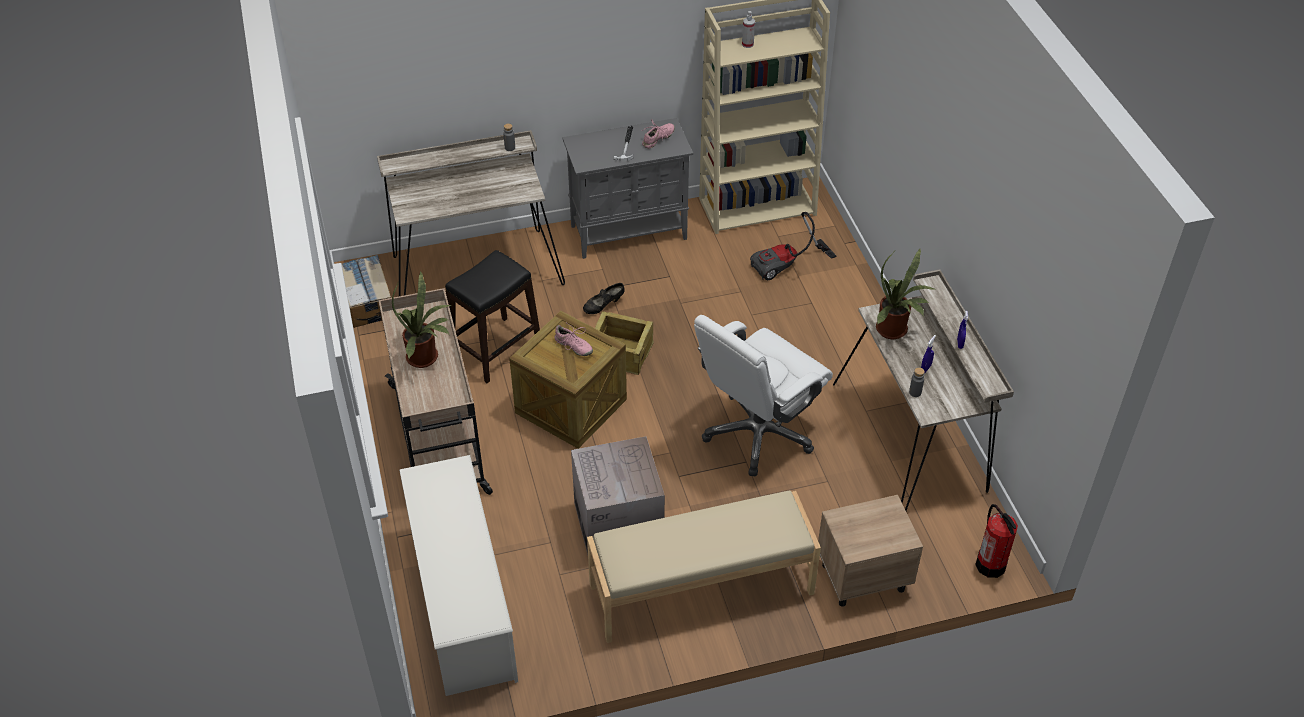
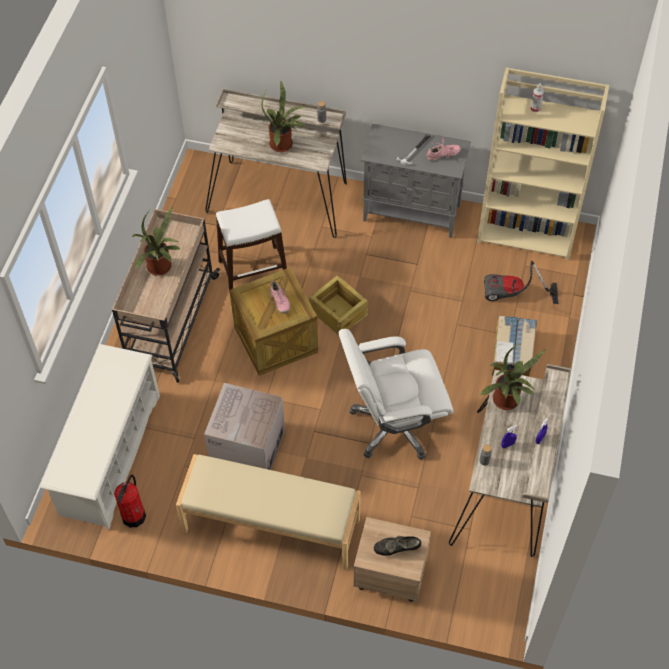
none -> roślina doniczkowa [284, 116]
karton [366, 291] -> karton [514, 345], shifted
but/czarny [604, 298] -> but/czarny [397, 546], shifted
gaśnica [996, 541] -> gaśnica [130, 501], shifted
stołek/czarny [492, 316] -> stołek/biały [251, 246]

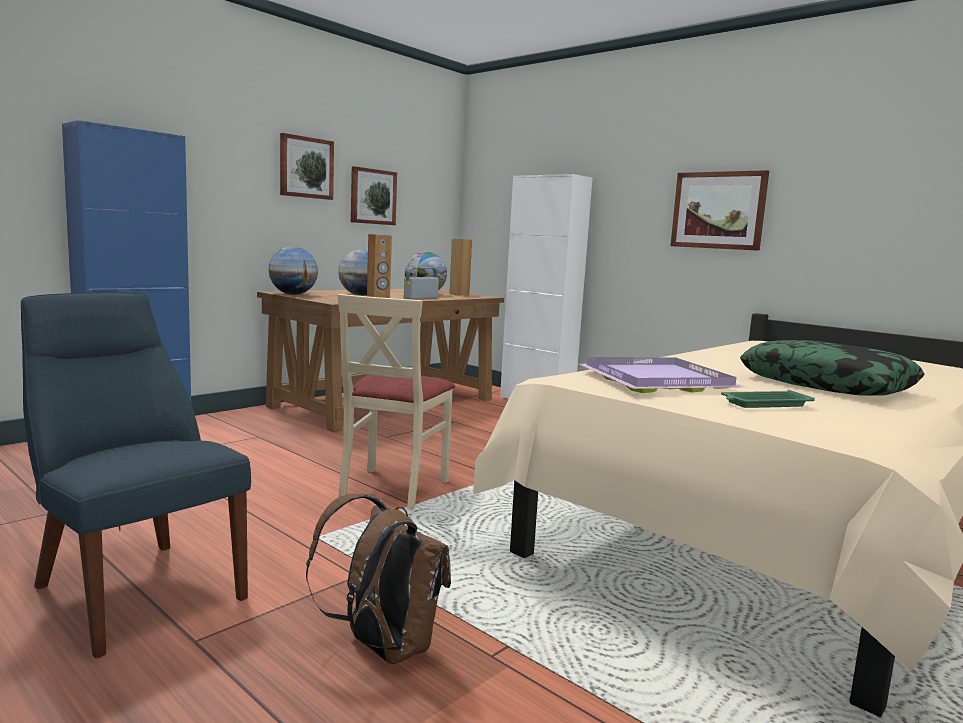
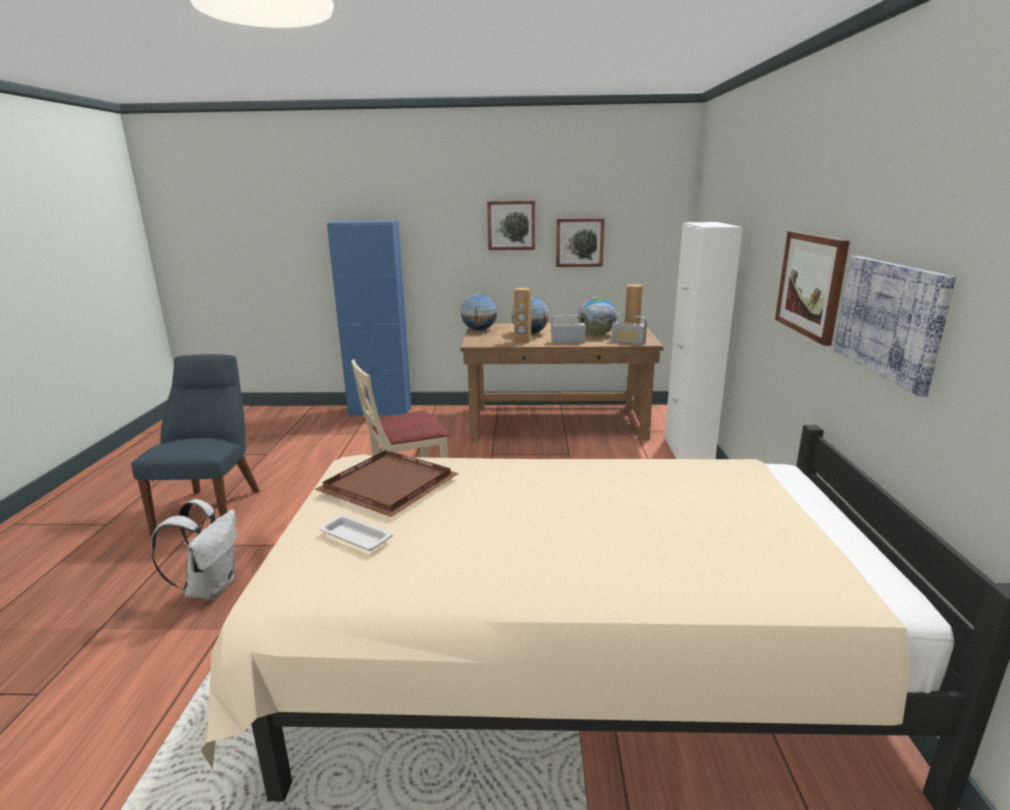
poduszka [832, 367] -> none
none -> radio [629, 329]
none -> obraz [895, 326]
plecak/brązowy [378, 578] -> plecak/biały [194, 549]
taca/fioletowy [662, 375] -> taca/brązowy [387, 483]
taca/zielony [768, 399] -> taca/biały [356, 533]

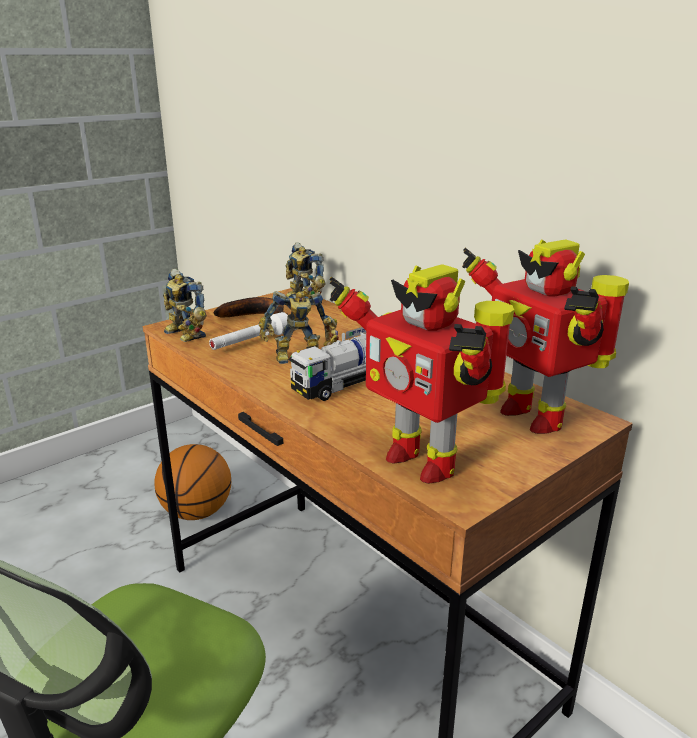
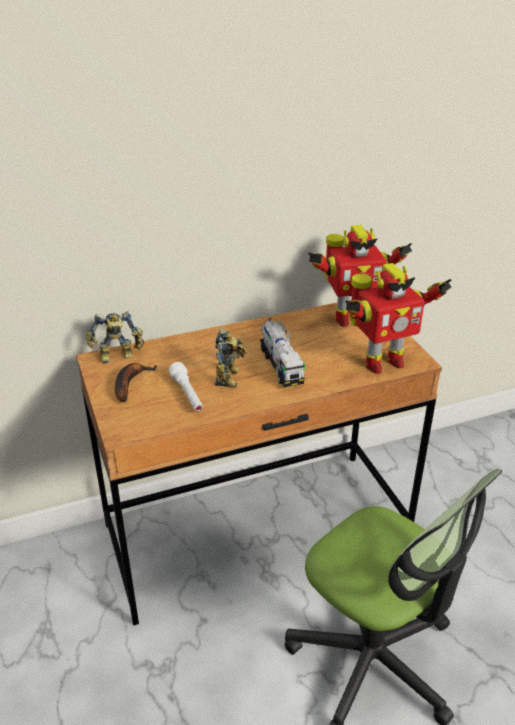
piłka do koszykówki [192, 482] -> none
robot zabawkowy [185, 305] -> none

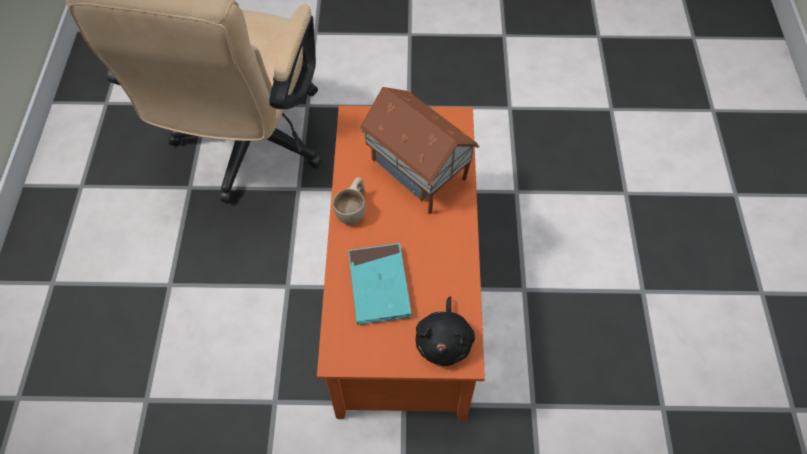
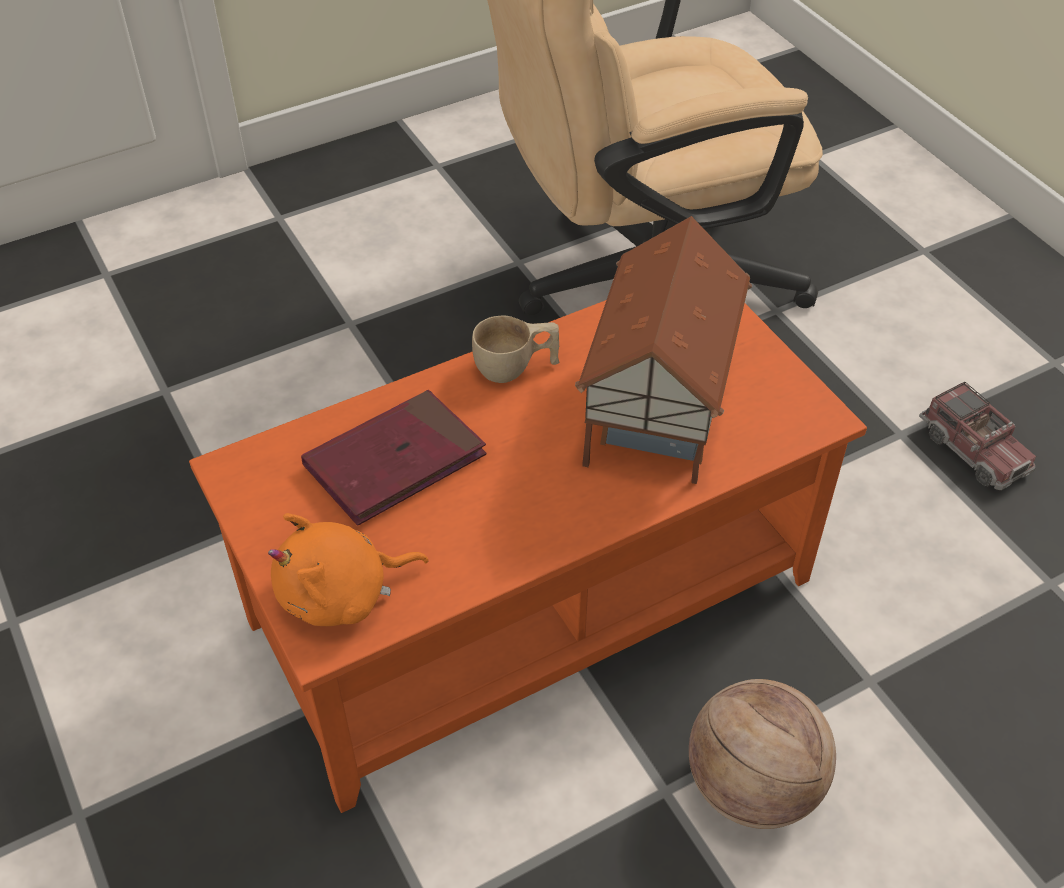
none -> piłka do koszykówki [762, 754]
none -> ciężarówka zabawkowa [977, 436]
książka/turkusowy [380, 284] -> książka/czerwony [393, 457]
pluszak/czarny [445, 331] -> pluszak/pomarańczowy [348, 569]

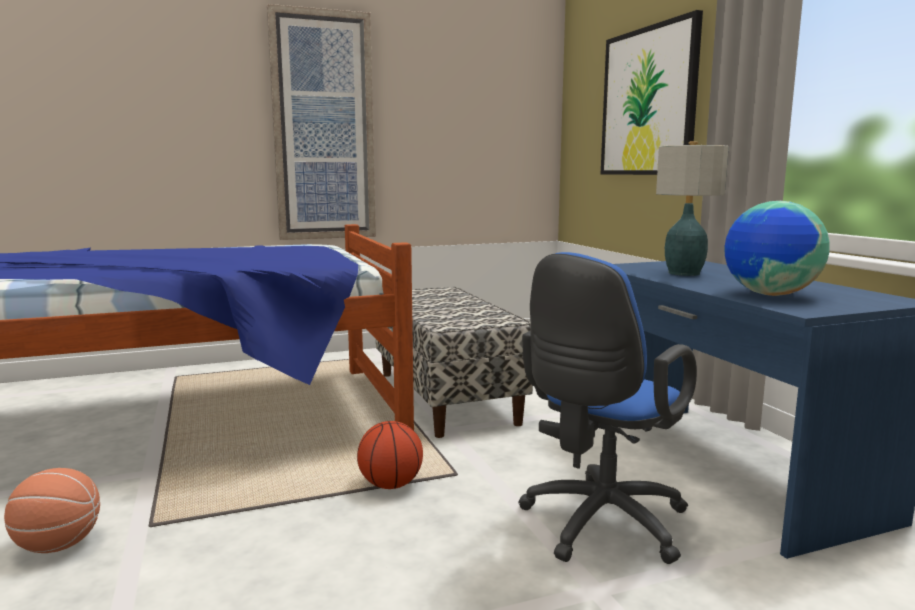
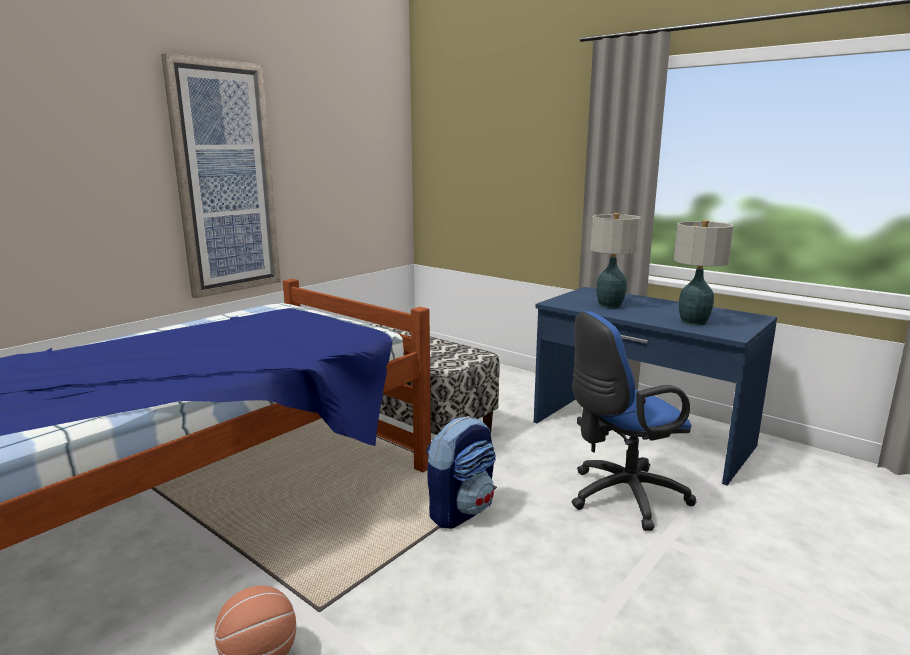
obraz [652, 92] -> none
piłka do koszykówki [390, 455] -> plecak [461, 472]
globus [777, 248] -> lampa stołowa [703, 273]
krzesło biurowe/niebieski [607, 408] -> krzesło biurowe/niebieski [634, 421], 60 degrees clockwise

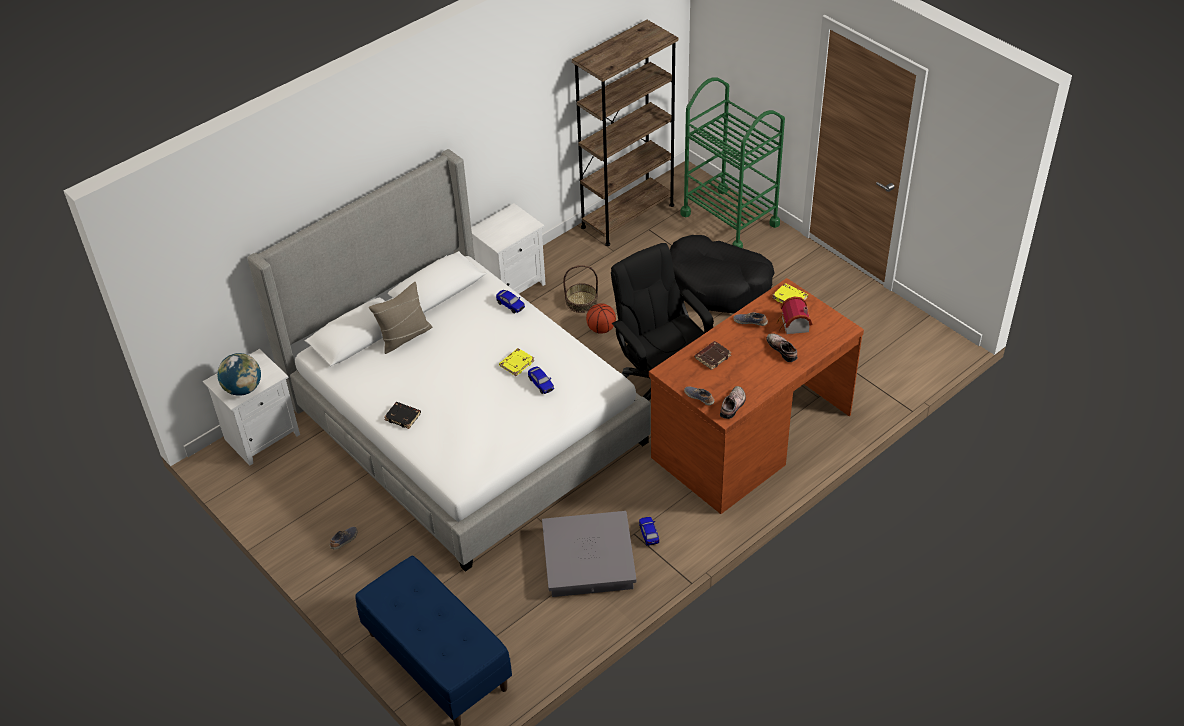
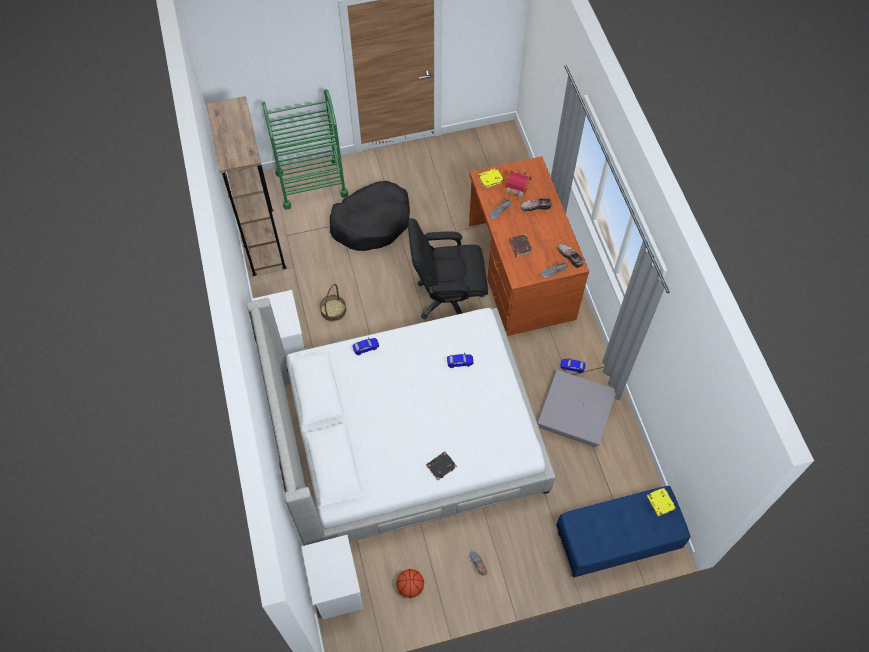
globus [239, 374] -> none
poduszka/beżowy [400, 318] -> none
książka/żółty [517, 362] -> książka/żółty [661, 502], shifted
piłka do koszykówki [601, 318] -> piłka do koszykówki [410, 583], shifted

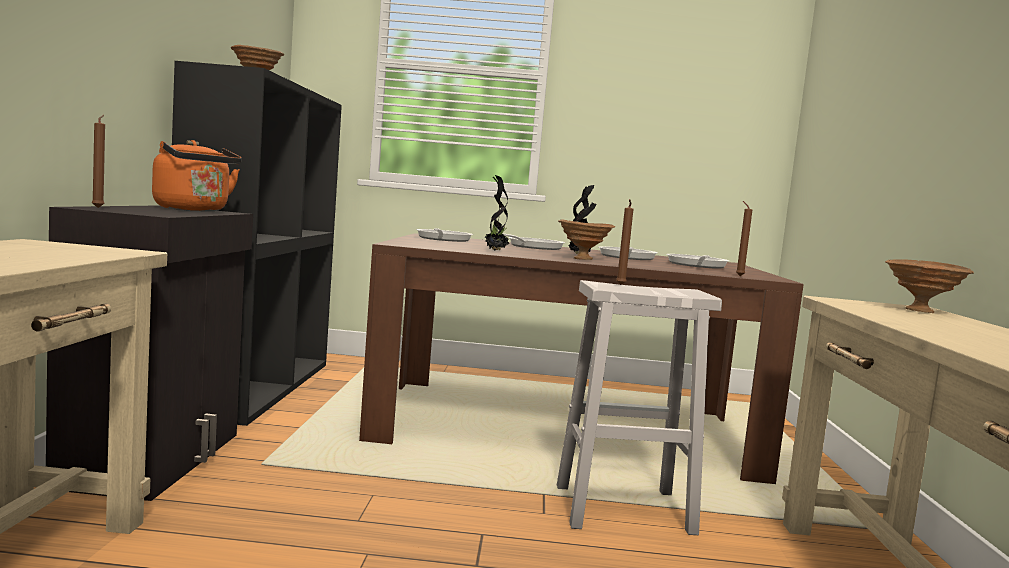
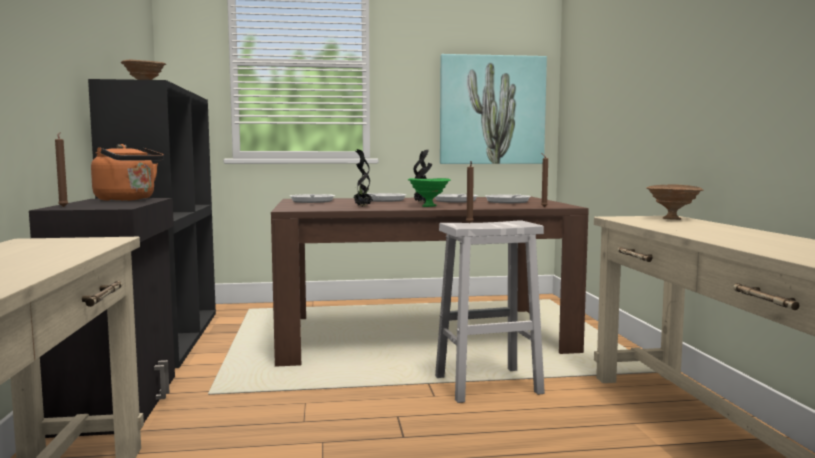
none -> obraz [493, 109]
miska/brązowy [586, 239] -> miska/zielony [429, 192]

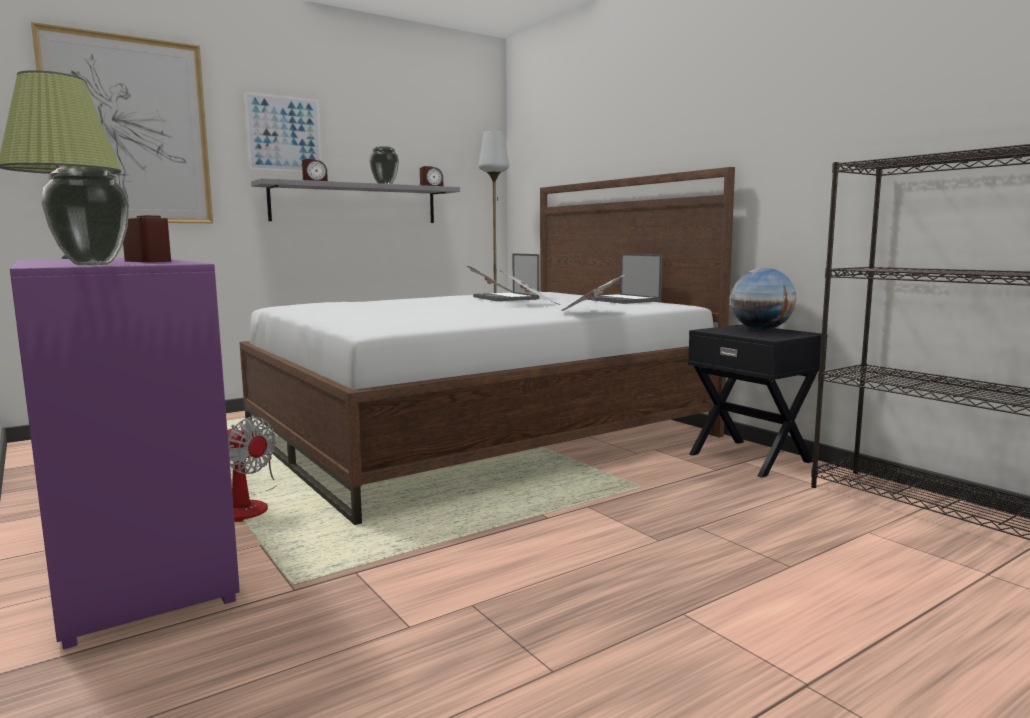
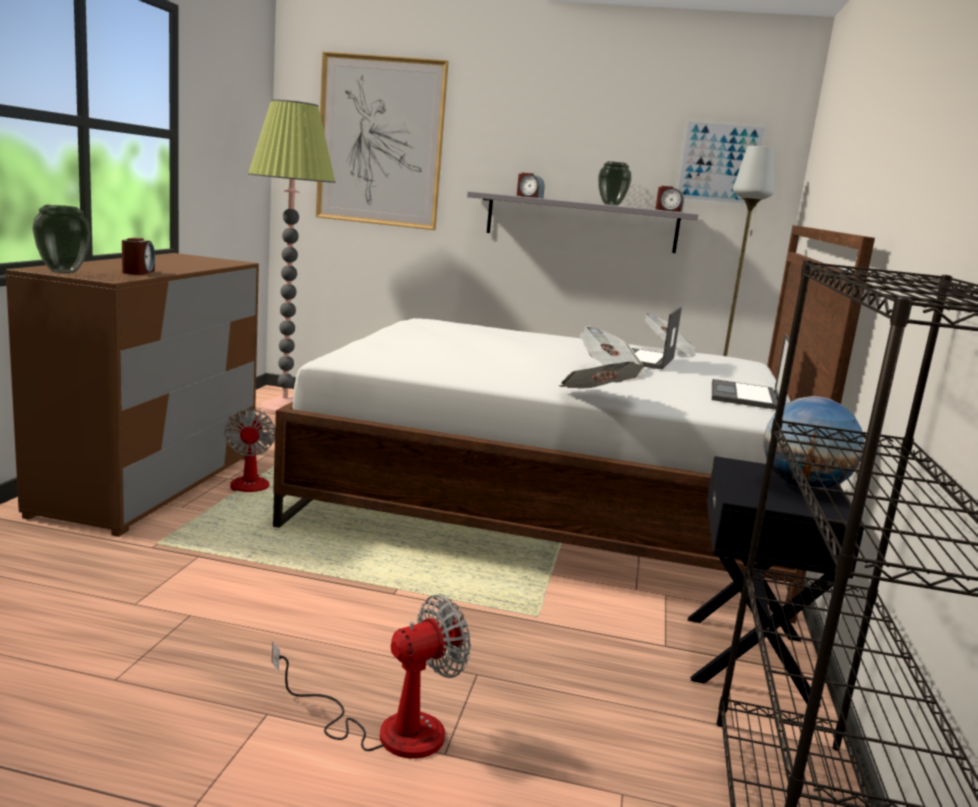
none -> wentylator [371, 677]
obraz [283, 132] -> obraz [722, 163], shifted
komoda/fioletowy [125, 453] -> komoda/brązowy [132, 395]

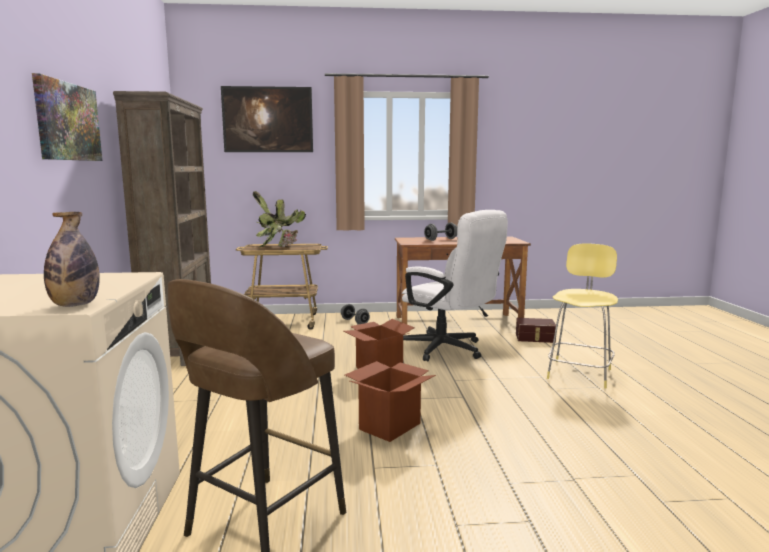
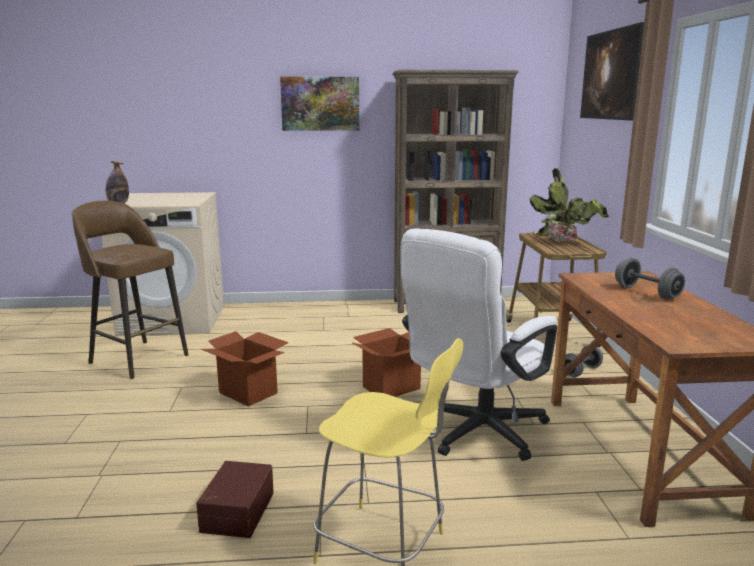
pojemnik do przechowywania/brązowy [536, 330] -> pojemnik do przechowywania/brązowy [235, 499], shifted

